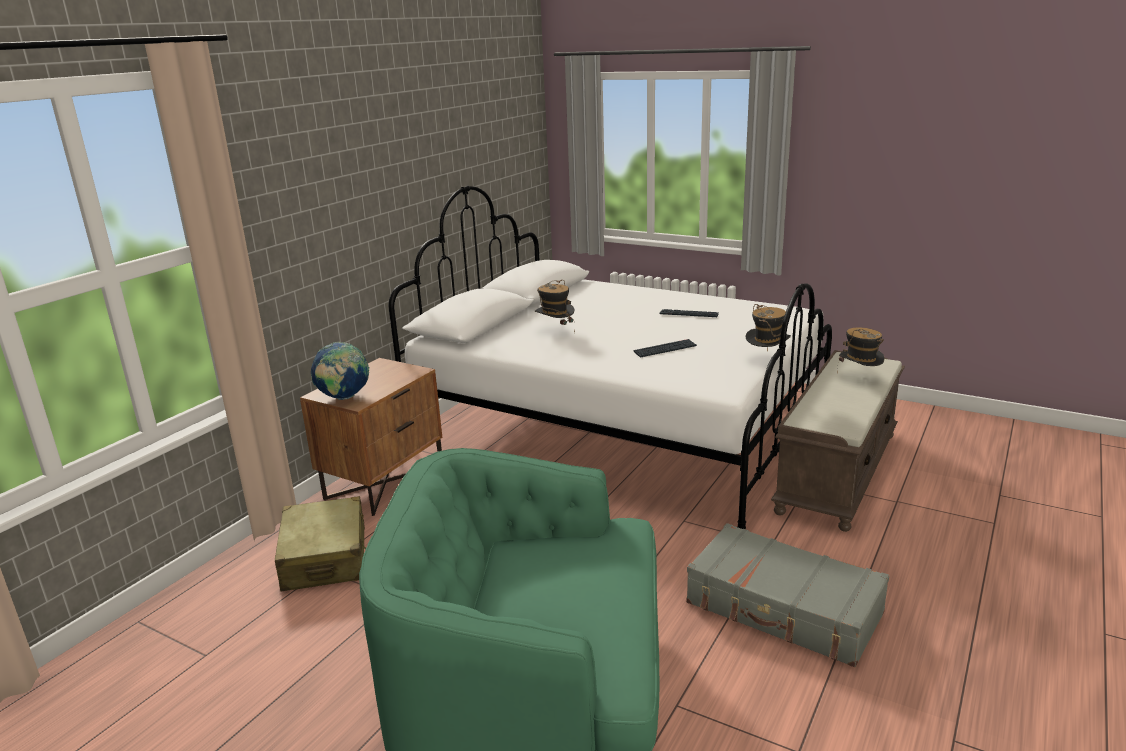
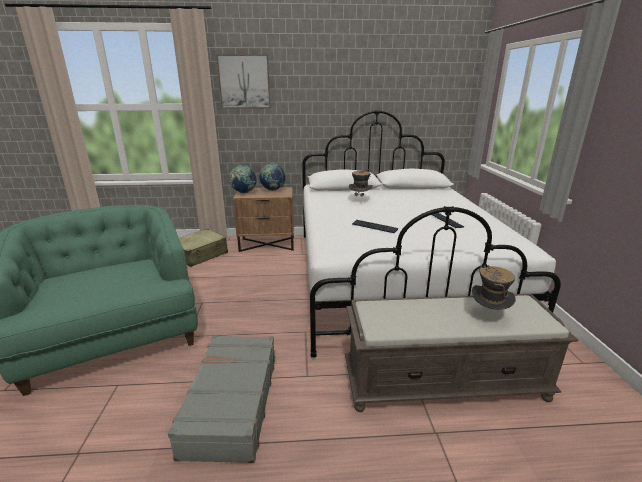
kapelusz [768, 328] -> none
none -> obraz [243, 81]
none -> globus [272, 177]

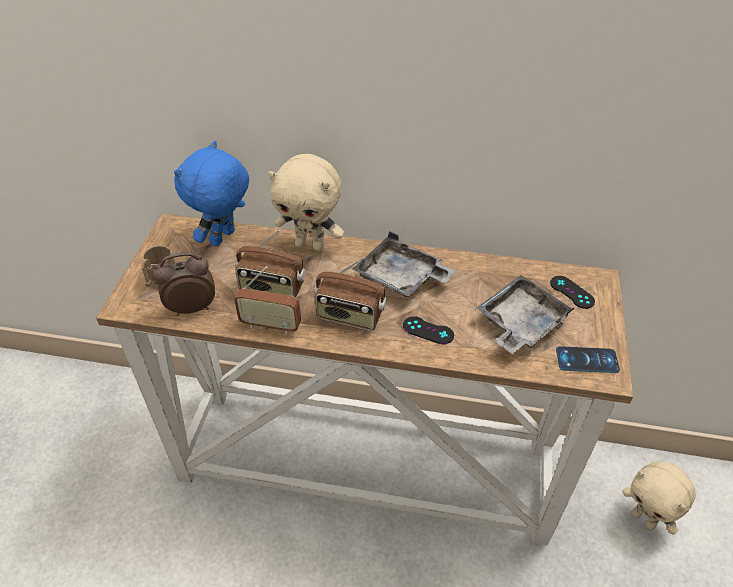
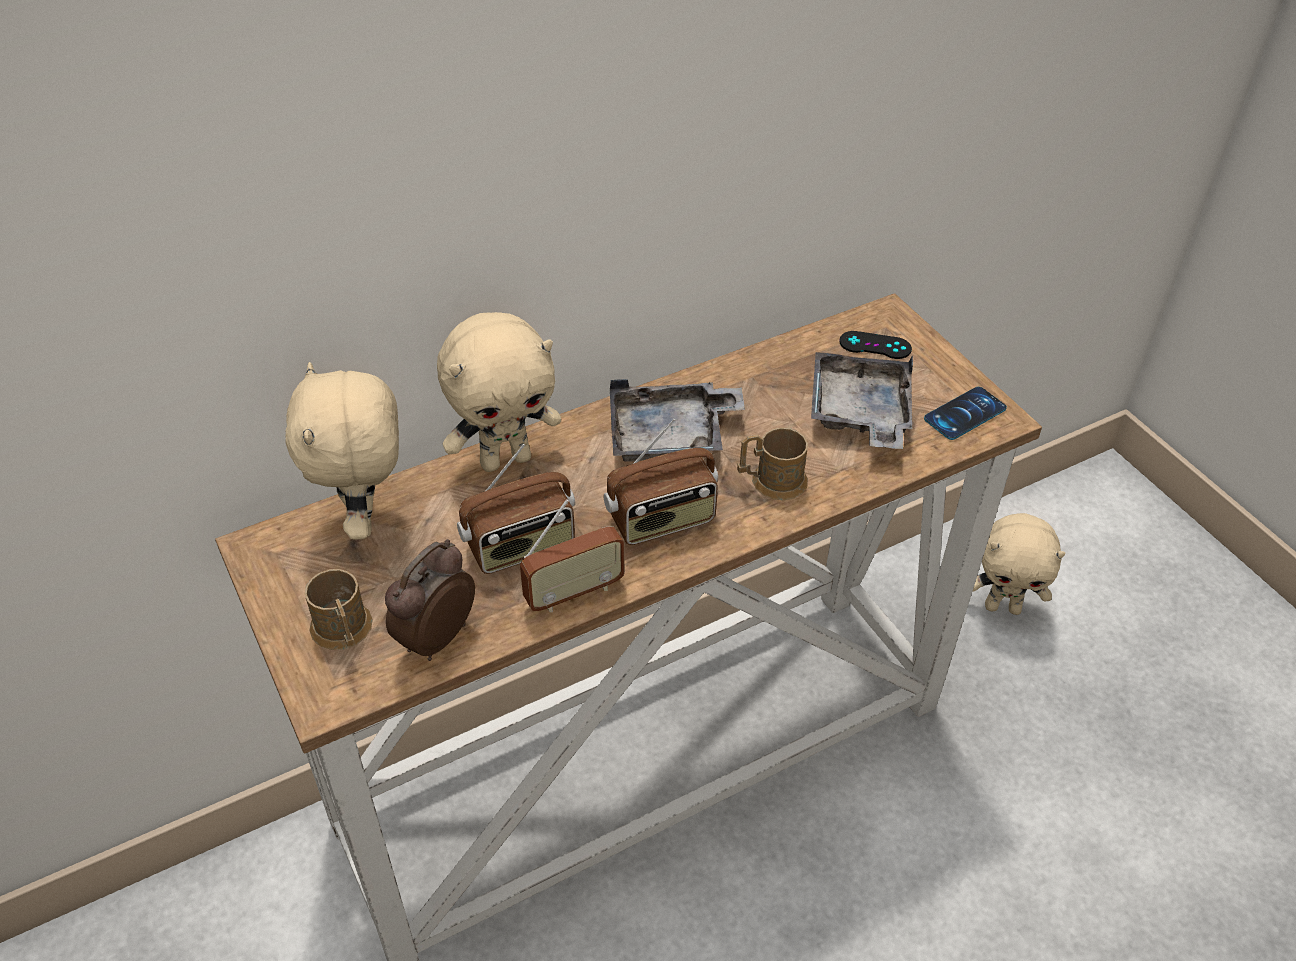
pad do gier/czarny [428, 330] -> kubek/brązowy [772, 464]
pluszak/niebieski [211, 194] -> pluszak/beżowy [342, 451]

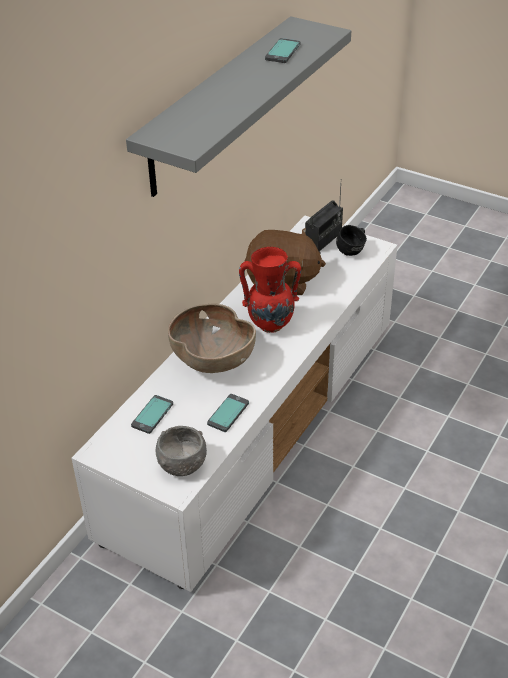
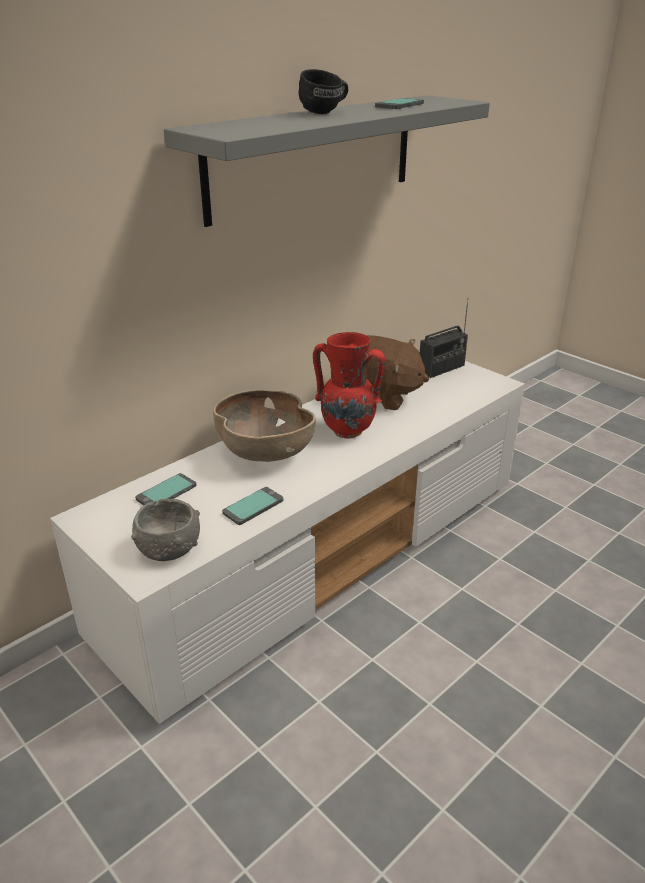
kubek/czarny [351, 240] -> kubek/czarny [323, 91], shifted

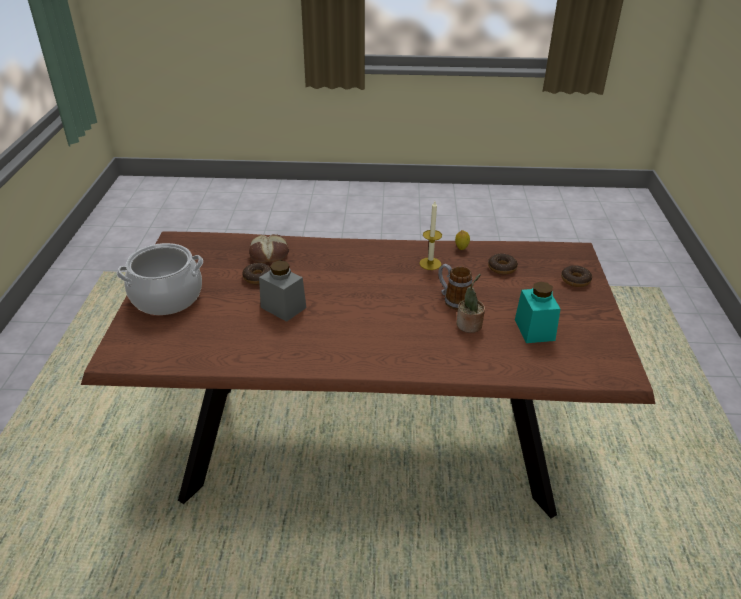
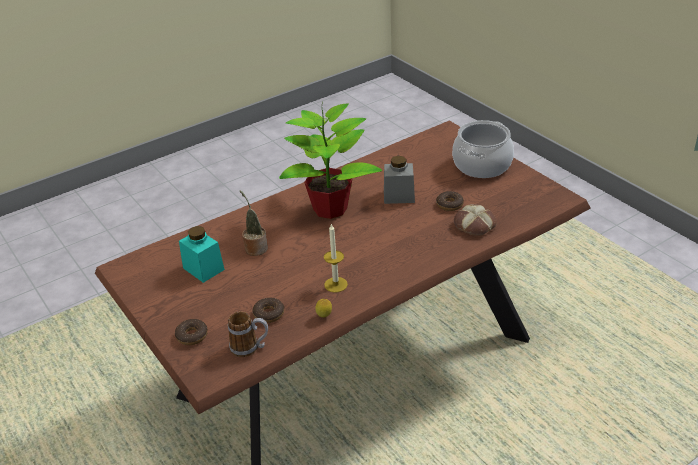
none -> roślina doniczkowa [330, 160]
kubek [455, 287] -> kubek [248, 334], shifted

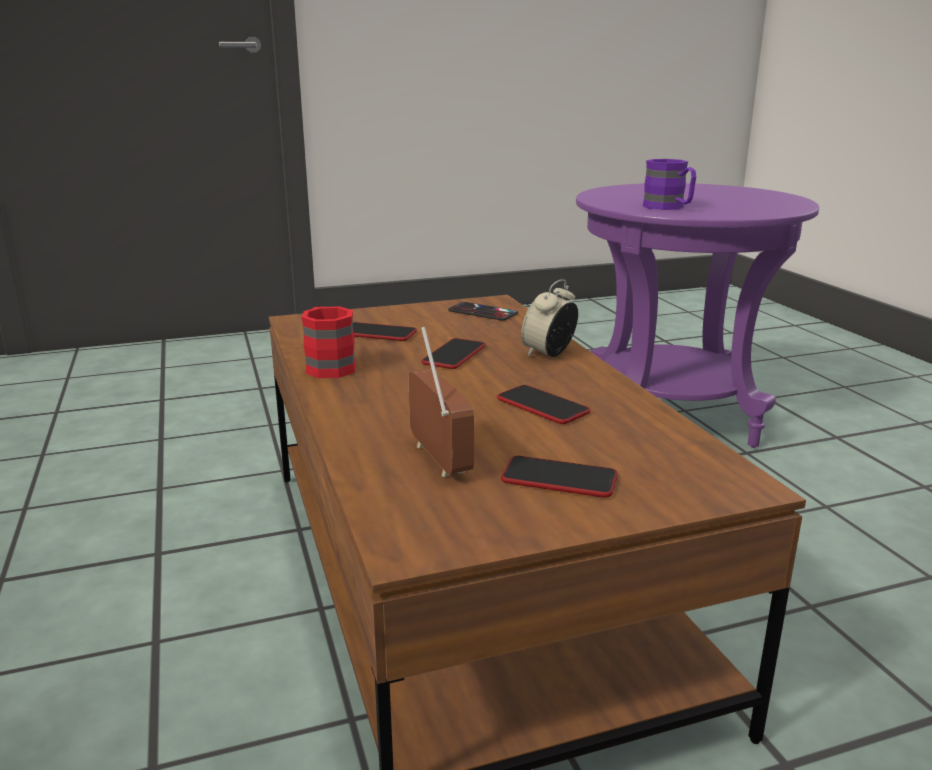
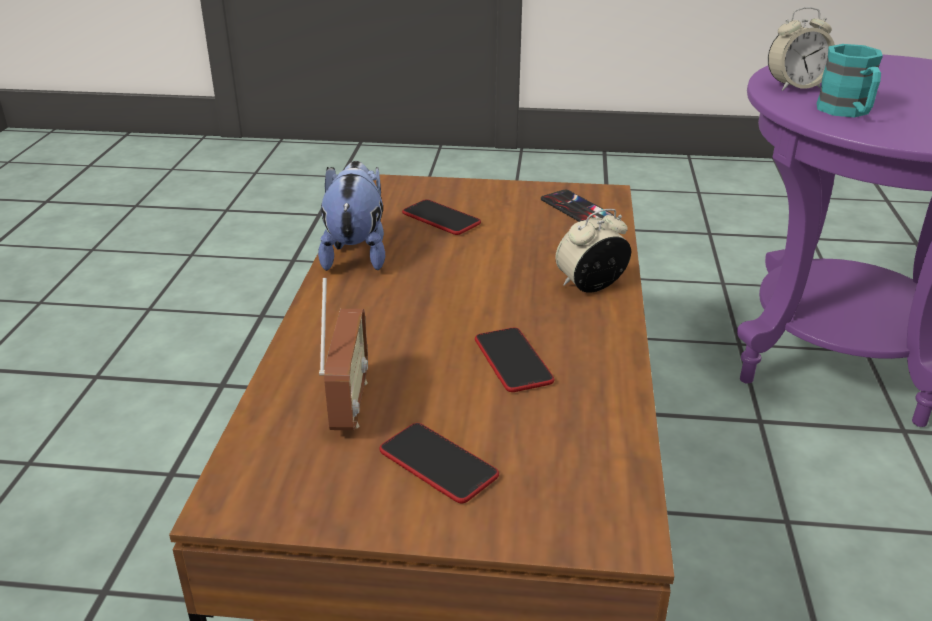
telefon [453, 353] -> none
none -> budzik [801, 49]
kubek/czerwony [328, 342] -> pluszak [351, 216]
kubek/fioletowy [669, 184] -> kubek/turkusowy [849, 81]

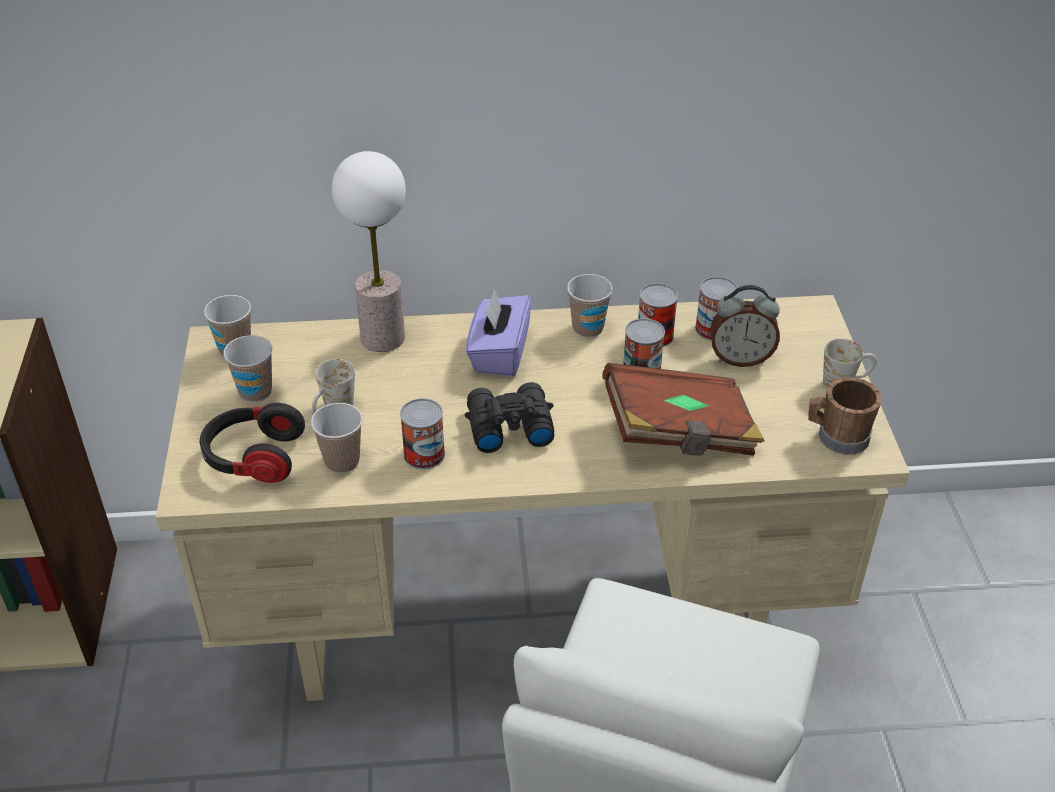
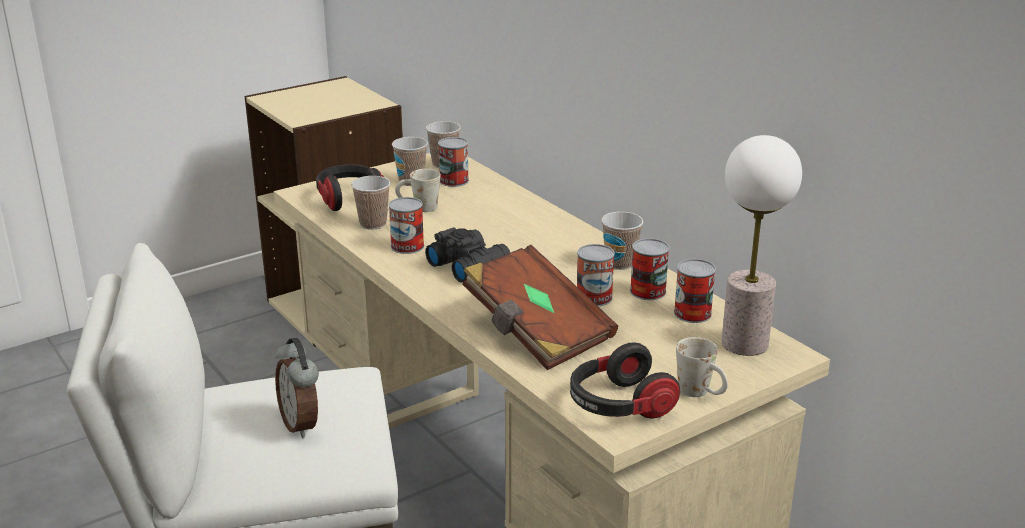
pudełko chusteczek/fioletowy [499, 332] -> none
none -> puszka [453, 162]
lampa stołowa [369, 251] -> lampa stołowa [761, 245], shifted
budzik [745, 326] -> budzik [297, 388], shifted
kubek/brązowy [845, 416] -> słuchawki [625, 380]

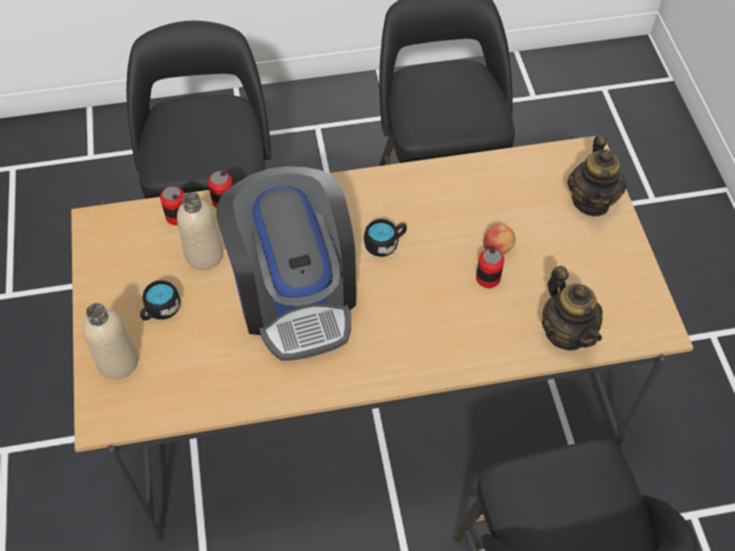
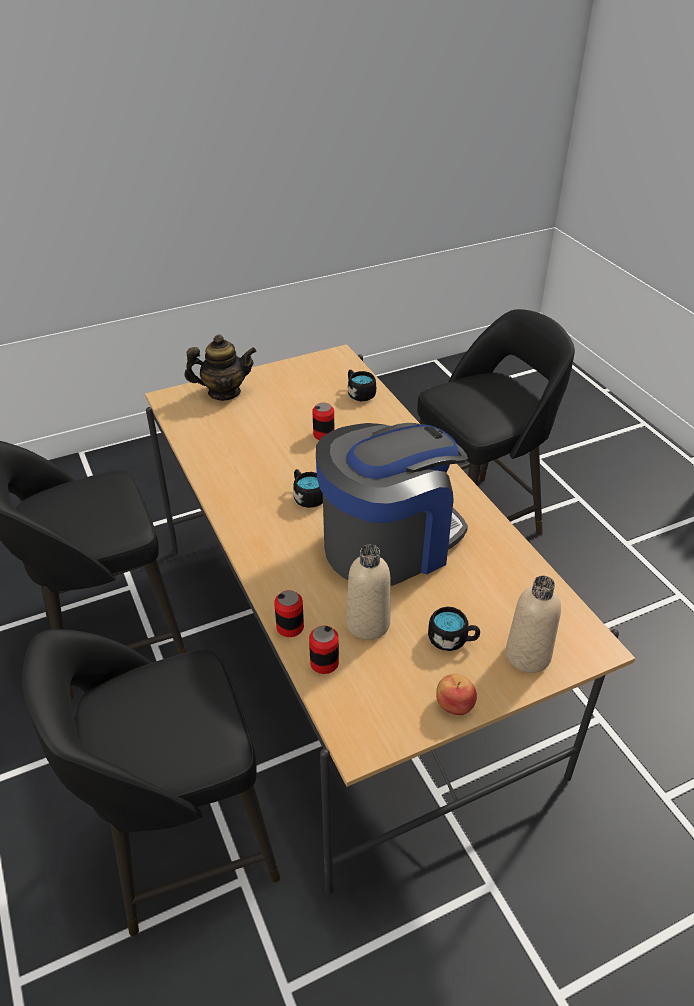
jabłko [499, 239] -> jabłko [456, 694], shifted
imbryk [572, 308] -> kubek/czarny [362, 385]

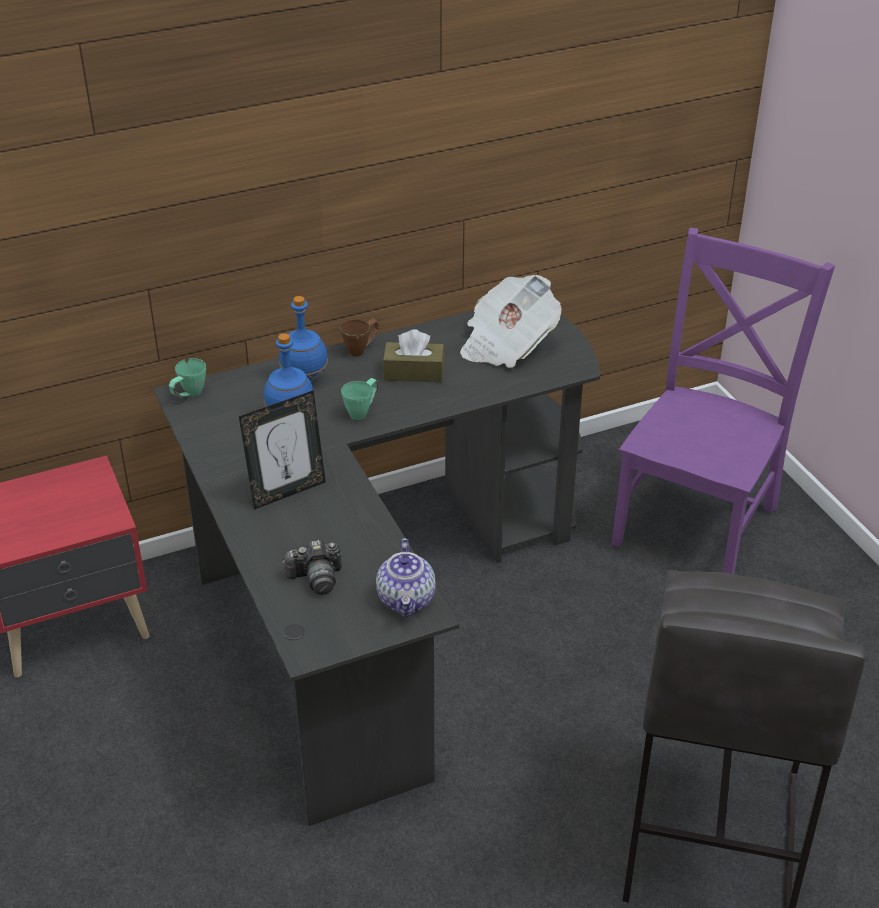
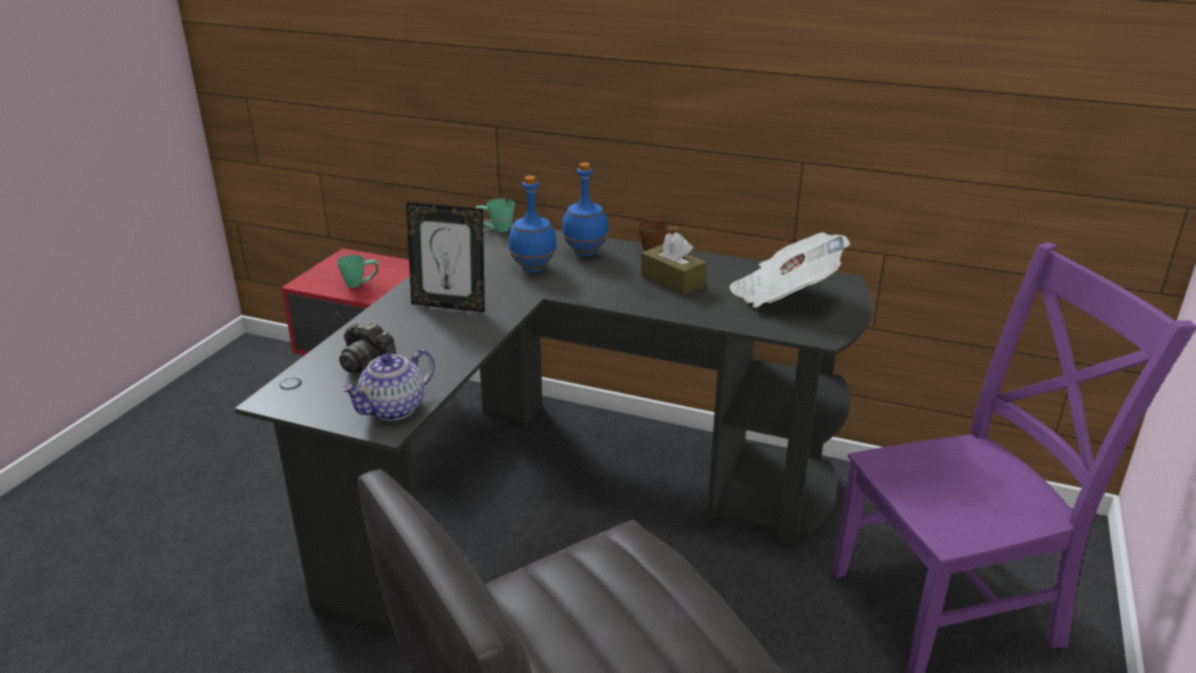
kubek/zielony [359, 399] -> kubek/zielony [357, 271], shifted

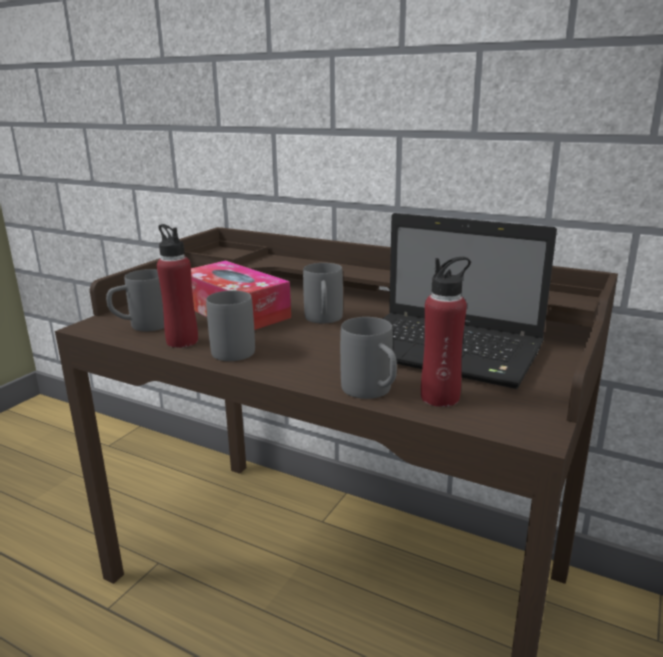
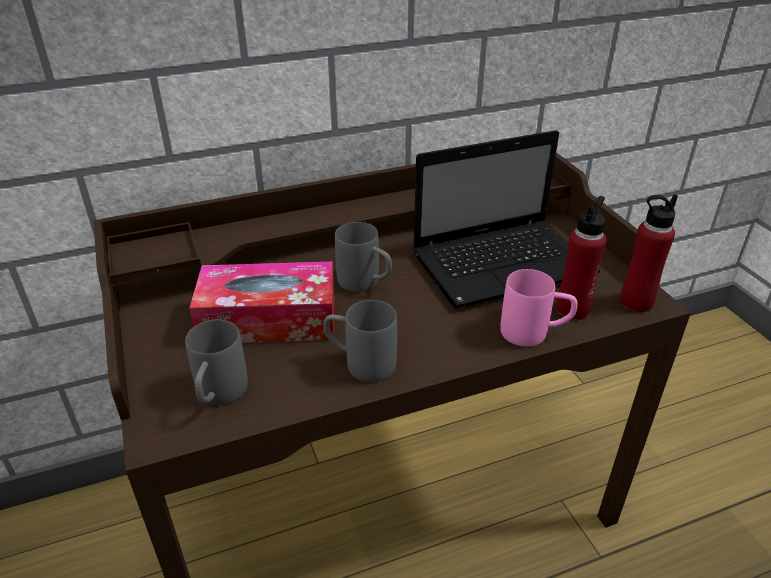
butelka/czerwony [177, 286] -> butelka/czerwony [649, 253], shifted
kubek/szary [368, 358] -> kubek/różowy [539, 308]

